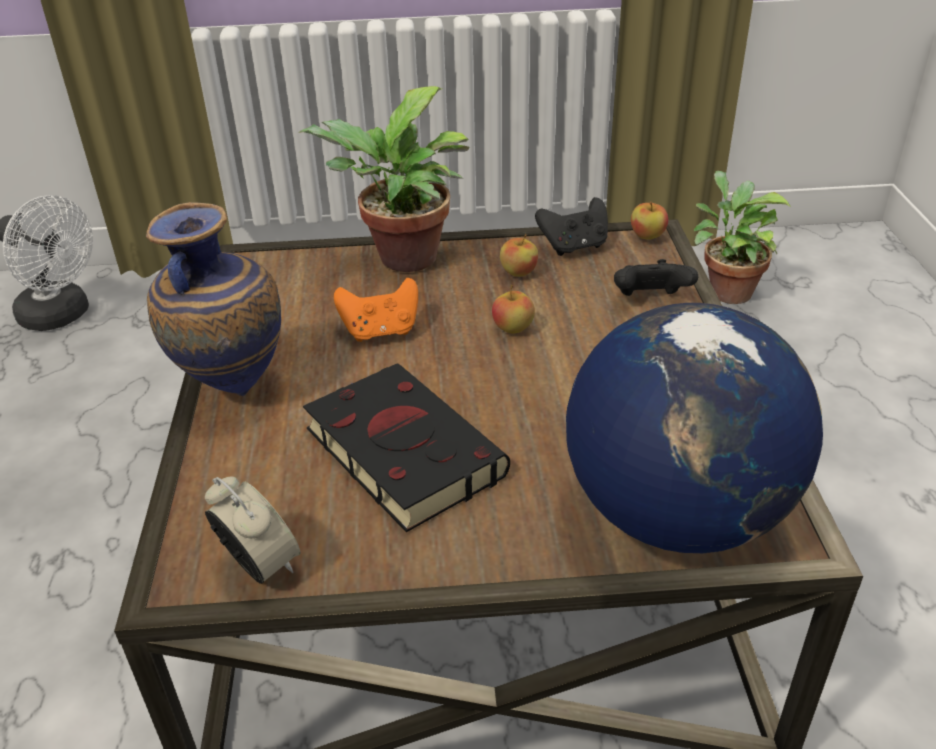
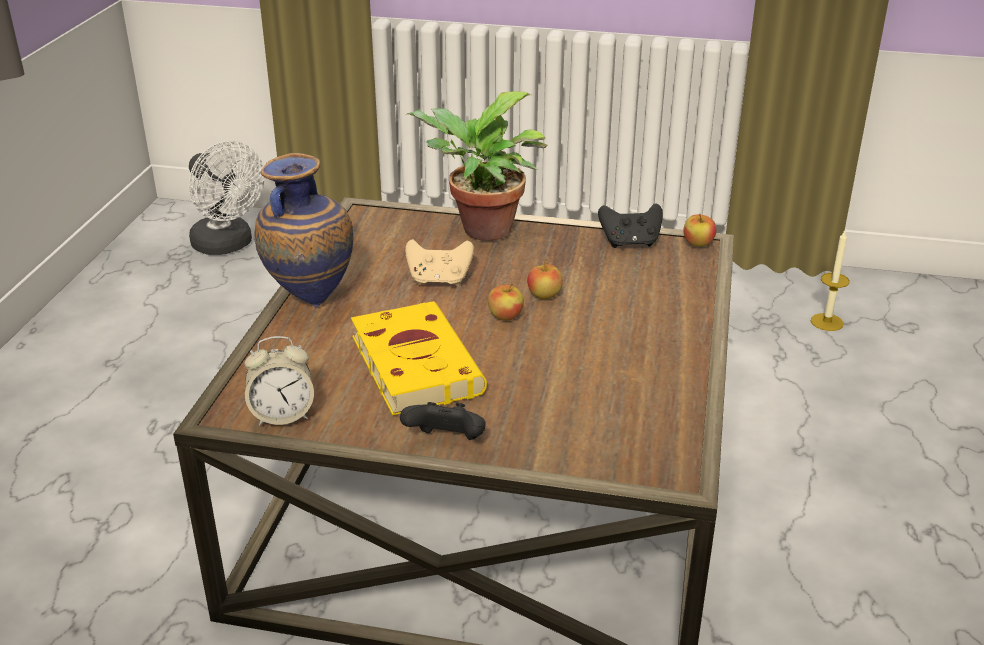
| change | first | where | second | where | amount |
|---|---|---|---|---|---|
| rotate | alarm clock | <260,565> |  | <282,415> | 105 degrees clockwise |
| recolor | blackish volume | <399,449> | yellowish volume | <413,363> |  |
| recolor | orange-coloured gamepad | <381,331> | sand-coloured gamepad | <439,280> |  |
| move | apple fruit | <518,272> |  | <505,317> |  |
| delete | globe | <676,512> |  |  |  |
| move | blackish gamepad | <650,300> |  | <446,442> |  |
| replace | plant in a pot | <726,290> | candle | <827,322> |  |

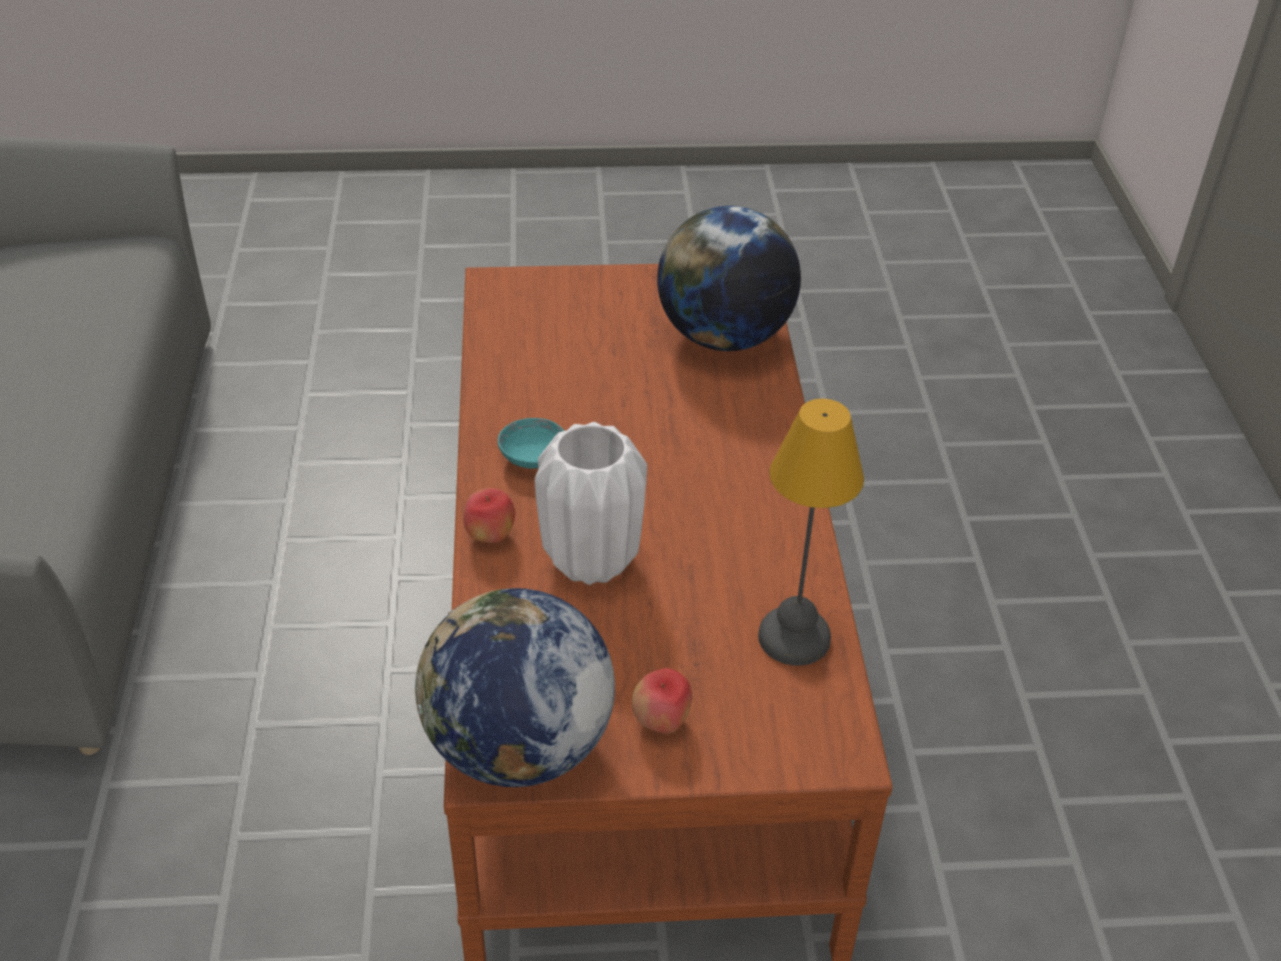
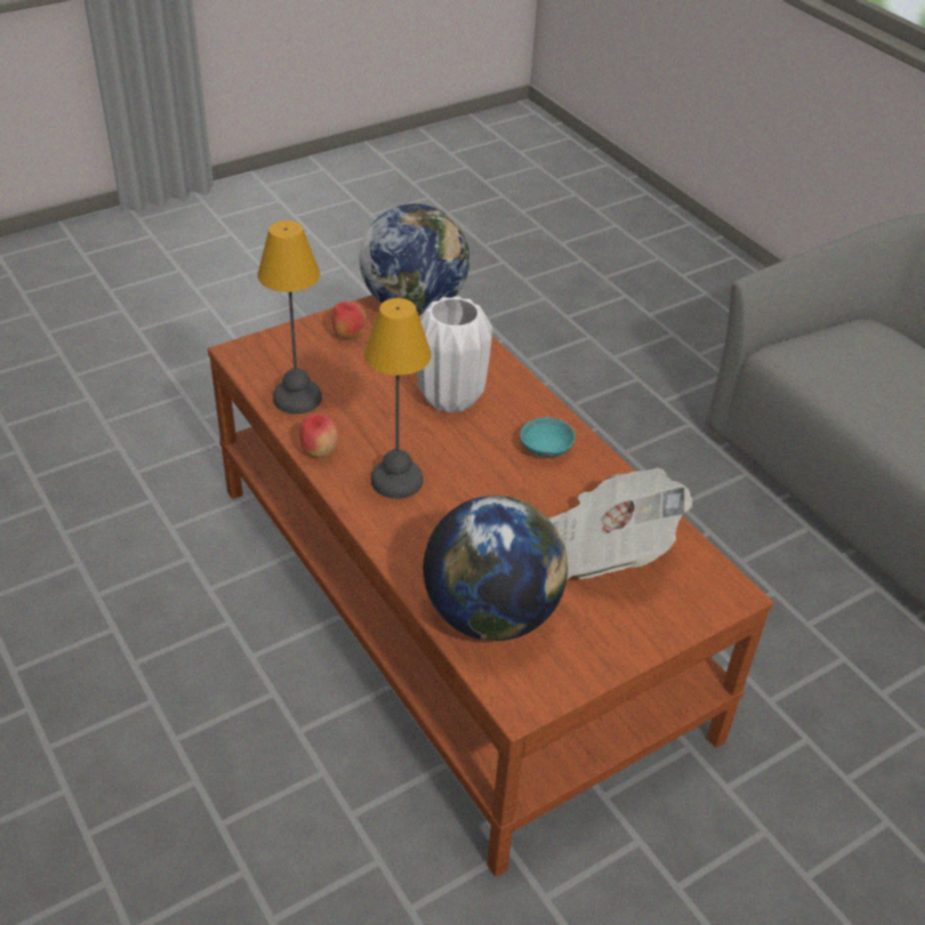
| change | first | where | second | where | amount |
|---|---|---|---|---|---|
| move | apple fruit | <490,536> |  | <319,452> |  |
| insert |  |  | tabletop lamp | <396,481> |  |
| insert |  |  | newspaper | <605,549> |  |

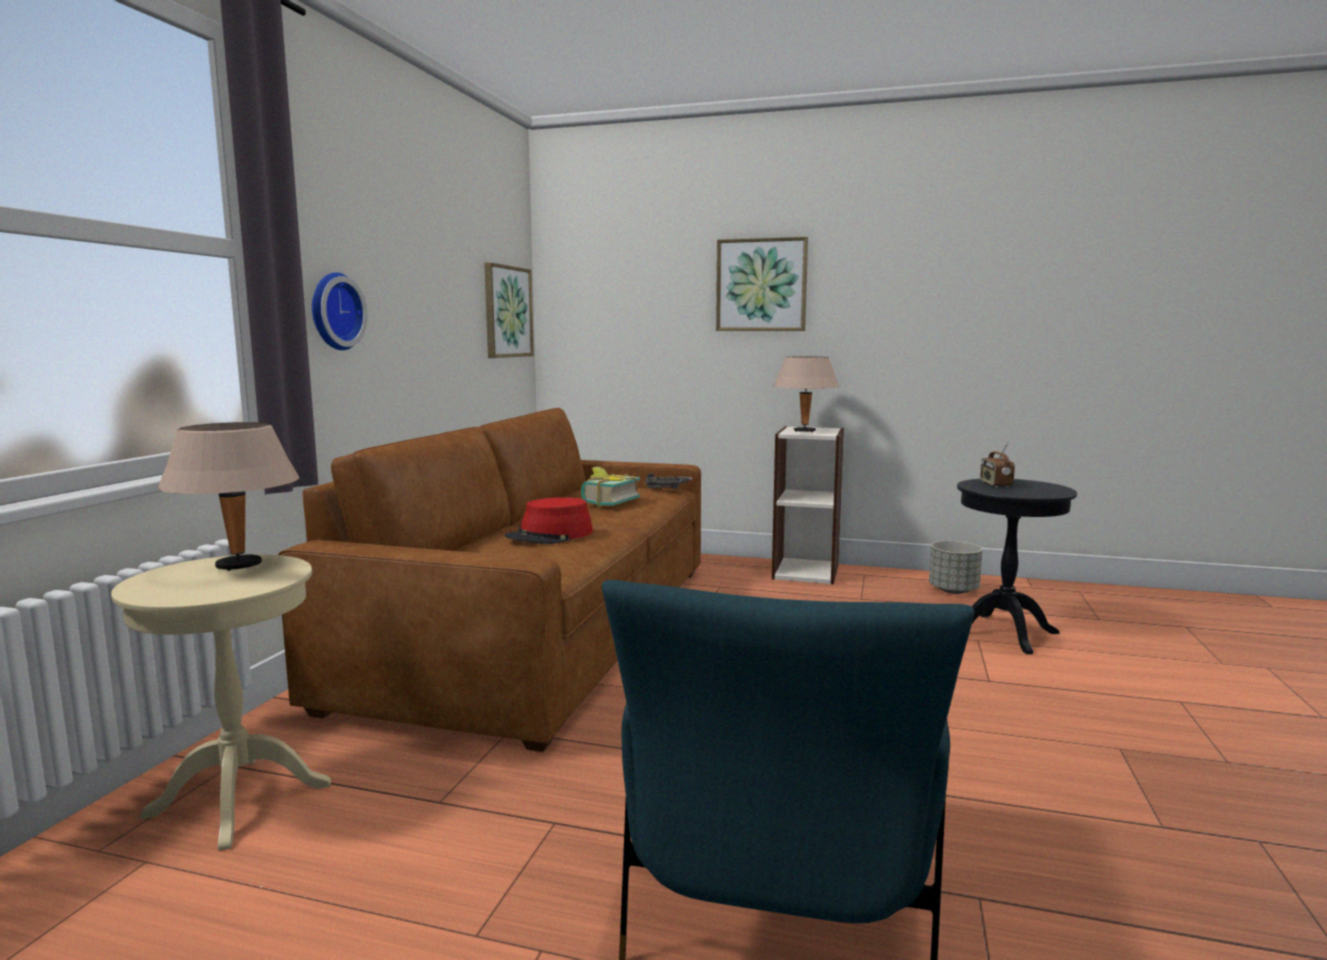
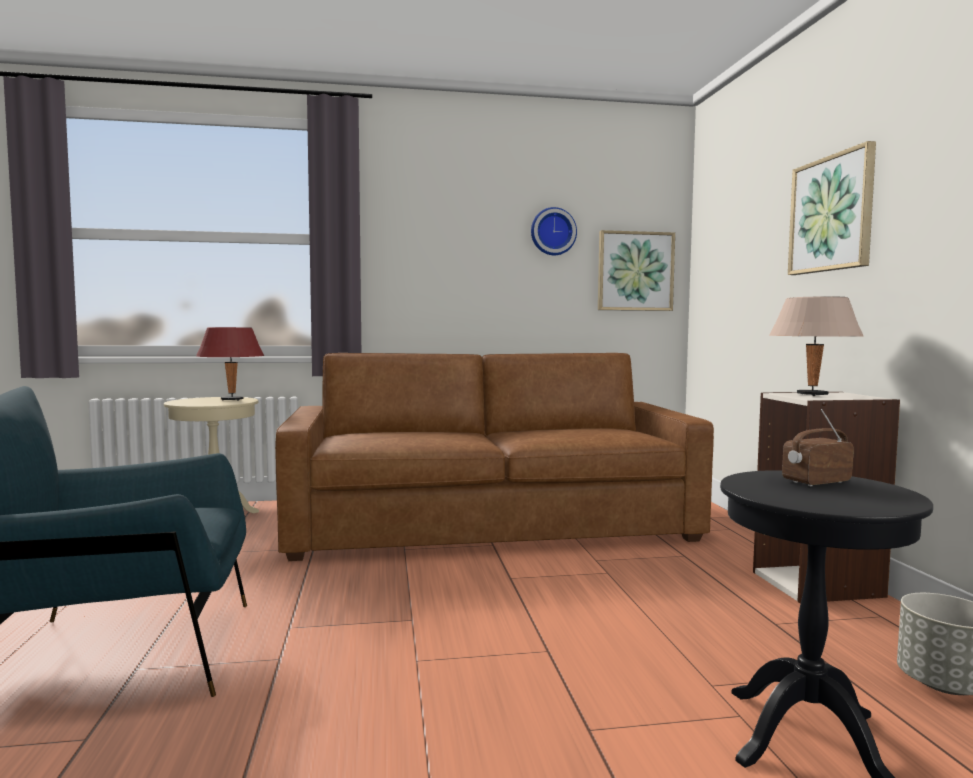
| change | first | where | second | where | amount |
|---|---|---|---|---|---|
| recolor | sand-coloured tabletop lamp | <240,565> | red tabletop lamp | <232,400> |  |
| move | wall clock | <333,311> |  | <552,232> |  |
| delete | red hat | <550,535> |  |  |  |
| delete | volume | <606,502> |  |  |  |
| delete | gray tray | <666,488> |  |  |  |

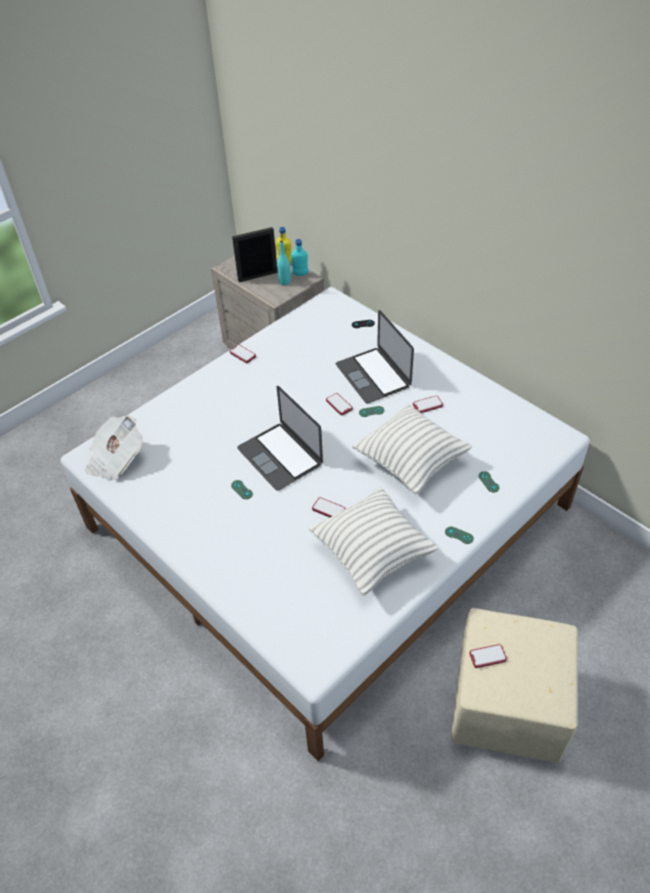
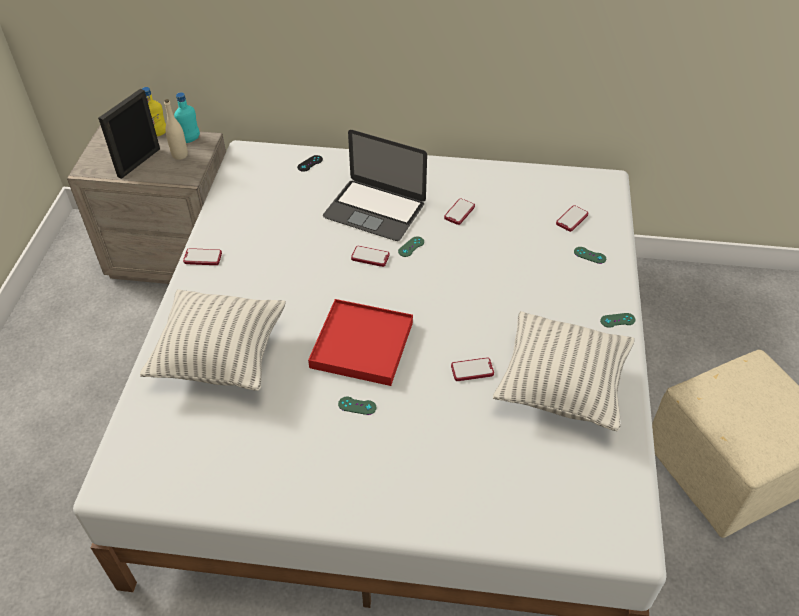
| change | first | where | second | where | amount |
|---|---|---|---|---|---|
| delete | newspaper | <116,459> |  |  |  |
| replace | portable computer | <280,456> | red tray | <362,345> |  |
| recolor | turquoise bottle | <285,282> | sand-coloured bottle | <180,155> |  |
| move | pillow | <410,462> |  | <221,358> |  |
| move | phone | <487,656> |  | <571,219> |  |

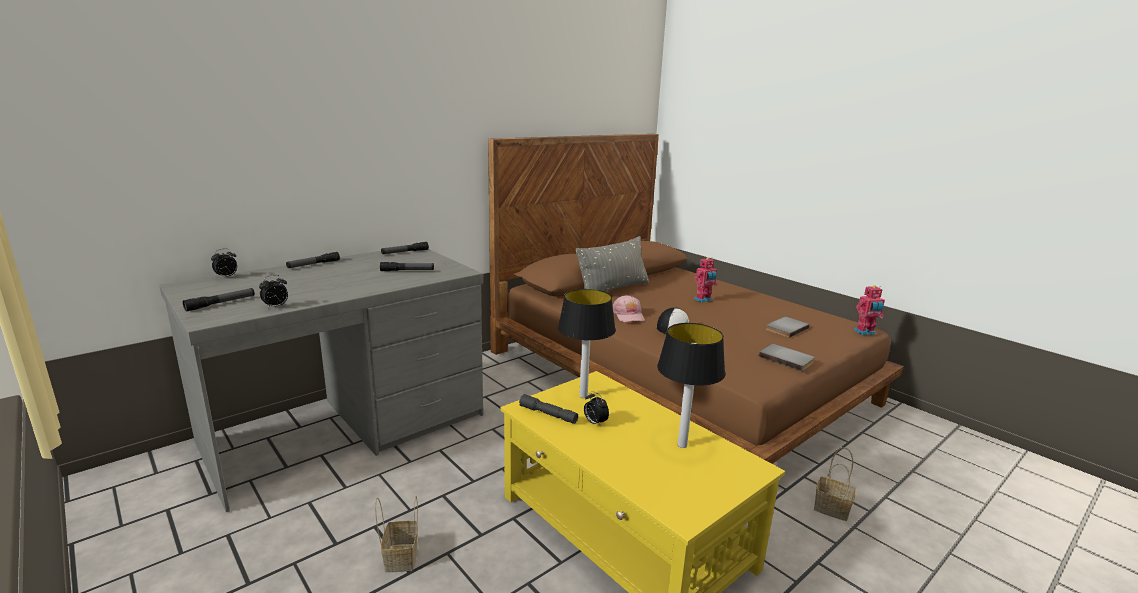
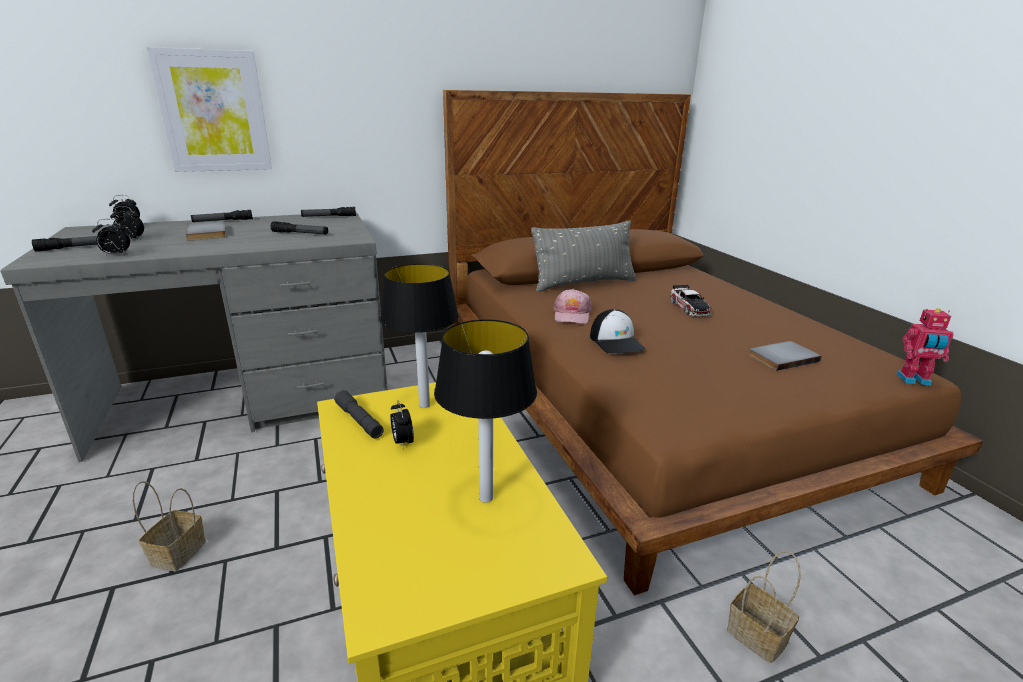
| change | first | where | second | where | amount |
|---|---|---|---|---|---|
| replace | toy robot | <703,300> | toy car | <689,307> |  |
| move | gray volume | <787,358> |  | <209,233> |  |
| insert |  |  | alarm clock | <131,239> |  |
| insert |  |  | picture | <214,112> |  |

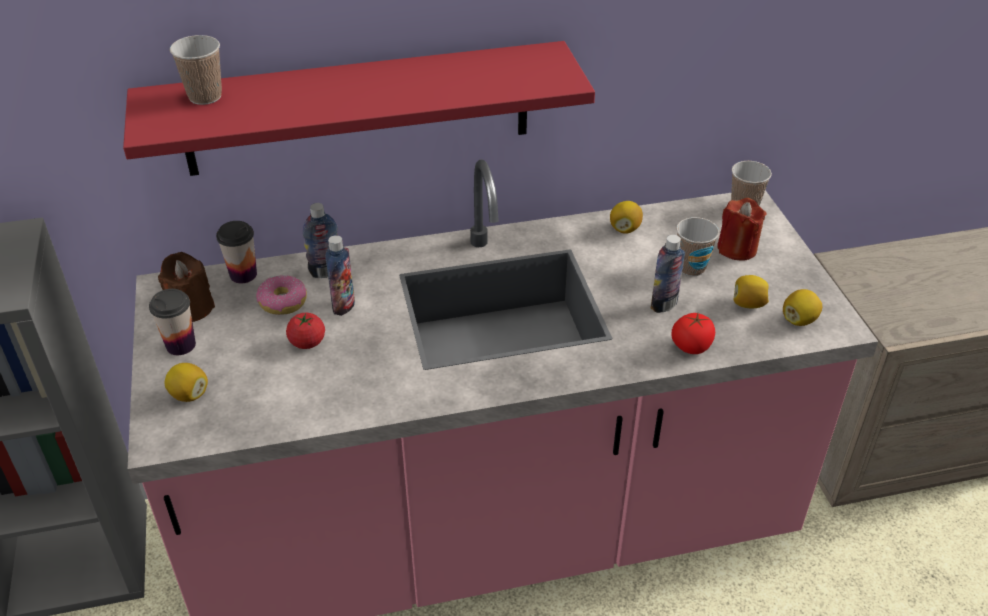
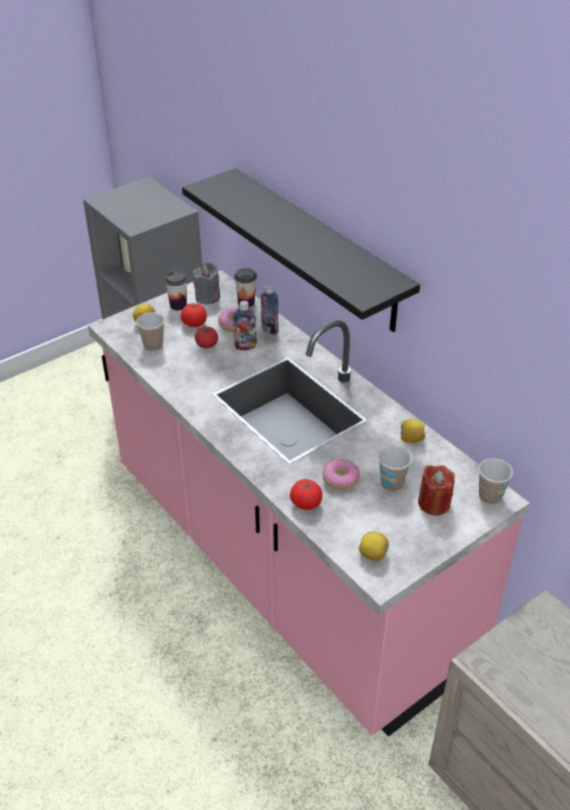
| change | first | where | second | where | amount |
|---|---|---|---|---|---|
| recolor | red wall shelf | <358,109> | blackish wall shelf | <318,250> |  |
| recolor | brownish candle | <191,308> | gray candle | <207,297> |  |
| move | cup | <205,97> |  | <153,346> |  |
| replace | bottle | <664,304> | donut | <340,479> |  |
| delete | lemon | <748,304> |  |  |  |
| insert |  |  | fresh tomato | <194,323> |  |

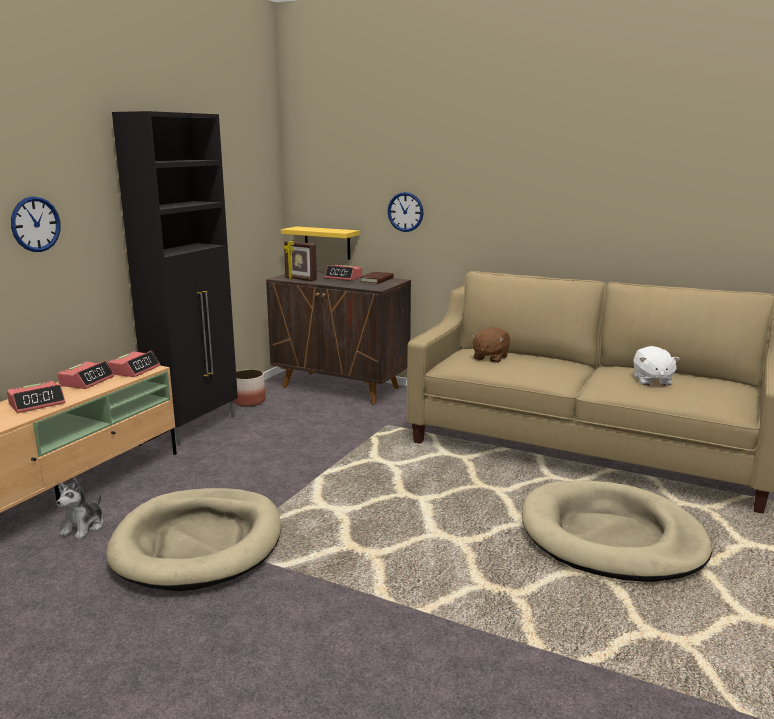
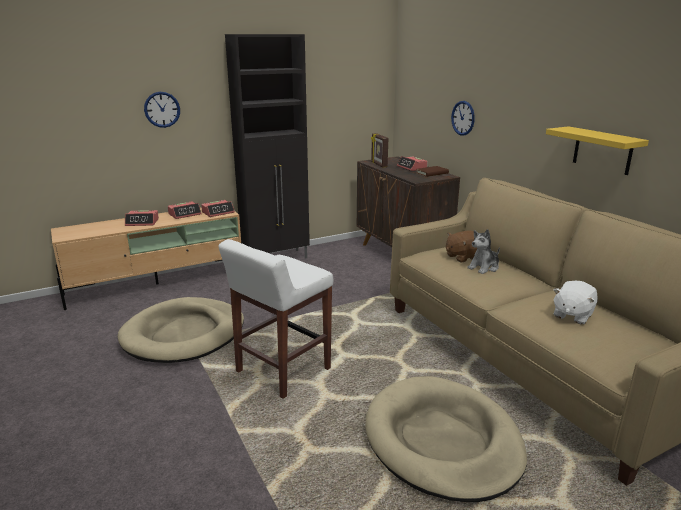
| change | first | where | second | where | amount |
|---|---|---|---|---|---|
| move | plush toy | <84,527> |  | <484,267> |  |
| delete | planter | <249,401> |  |  |  |
| move | yellowish wall shelf | <327,243> |  | <602,150> |  |
| insert |  |  | white stool | <281,371> |  |

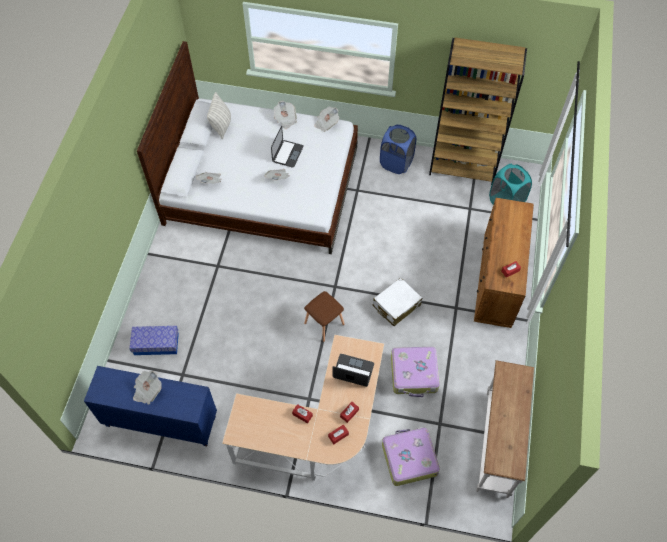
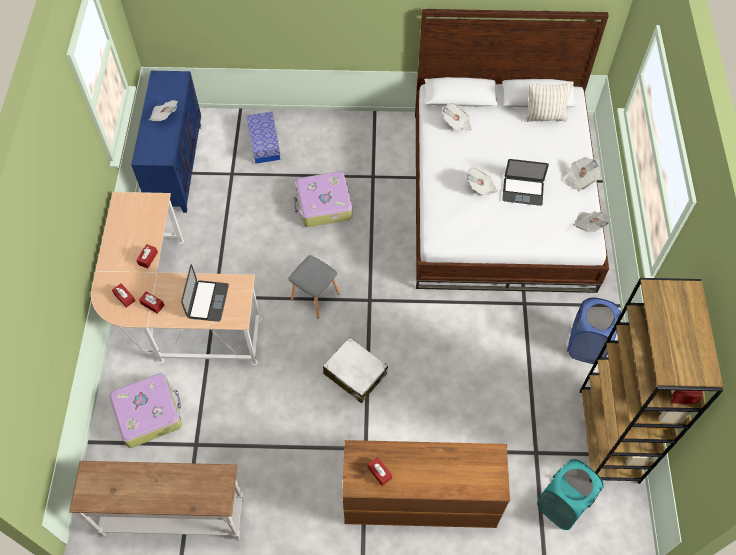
| change | first | where | second | where | amount |
|---|---|---|---|---|---|
| recolor | brownish stool | <325,324> | gray stool | <315,297> |  |
| move | suitcase | <414,374> |  | <323,205> |  |

